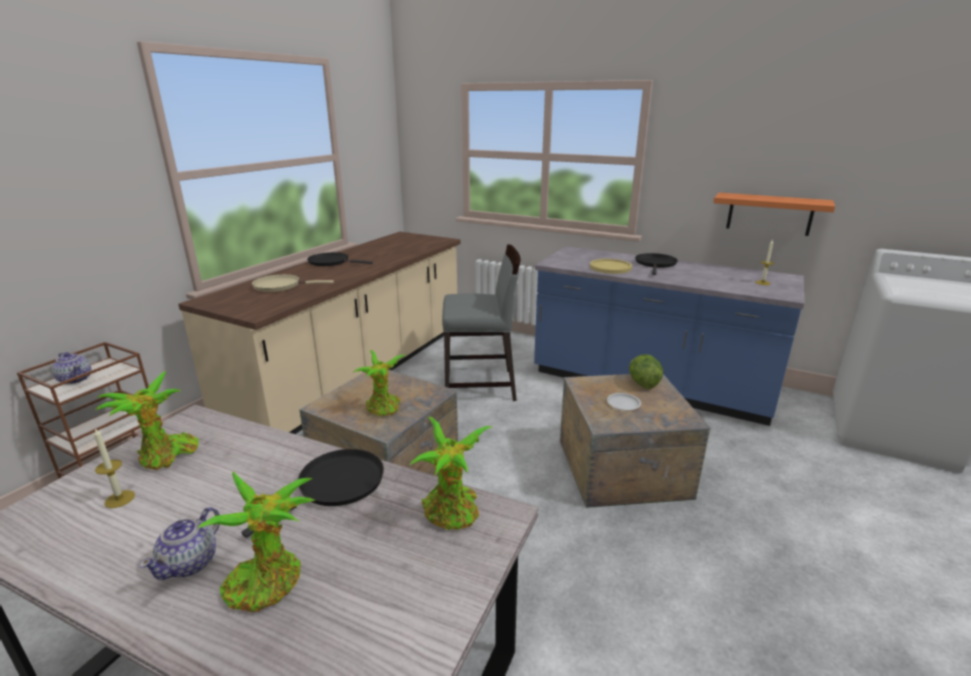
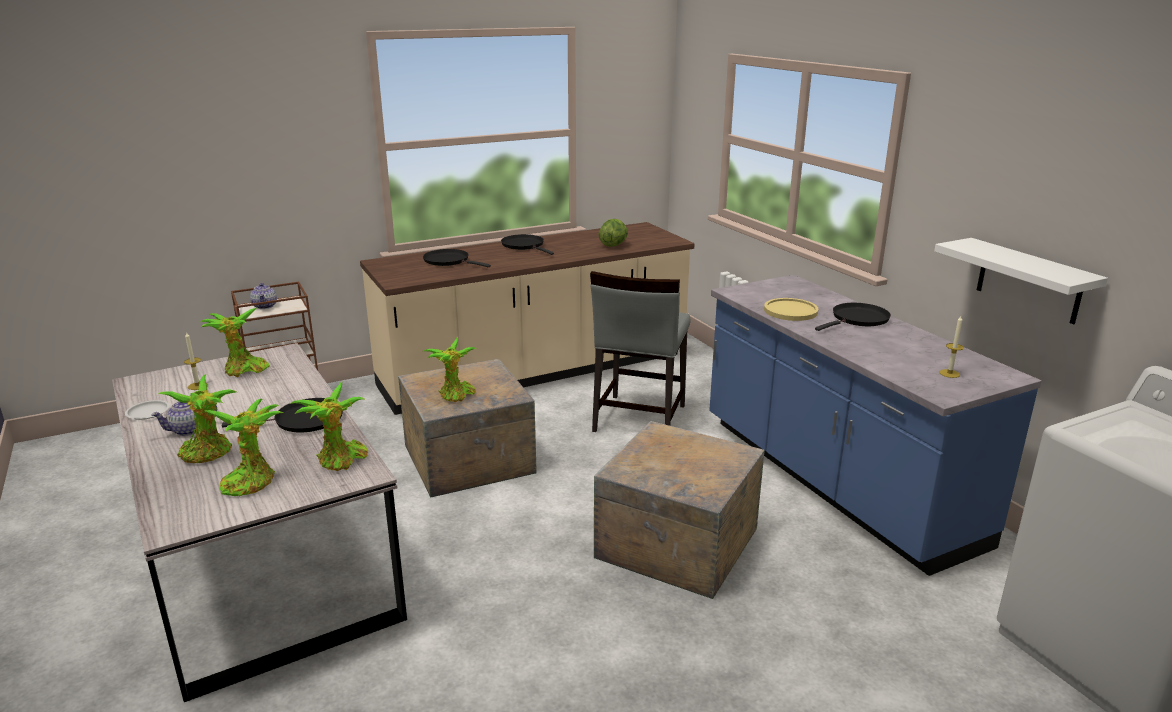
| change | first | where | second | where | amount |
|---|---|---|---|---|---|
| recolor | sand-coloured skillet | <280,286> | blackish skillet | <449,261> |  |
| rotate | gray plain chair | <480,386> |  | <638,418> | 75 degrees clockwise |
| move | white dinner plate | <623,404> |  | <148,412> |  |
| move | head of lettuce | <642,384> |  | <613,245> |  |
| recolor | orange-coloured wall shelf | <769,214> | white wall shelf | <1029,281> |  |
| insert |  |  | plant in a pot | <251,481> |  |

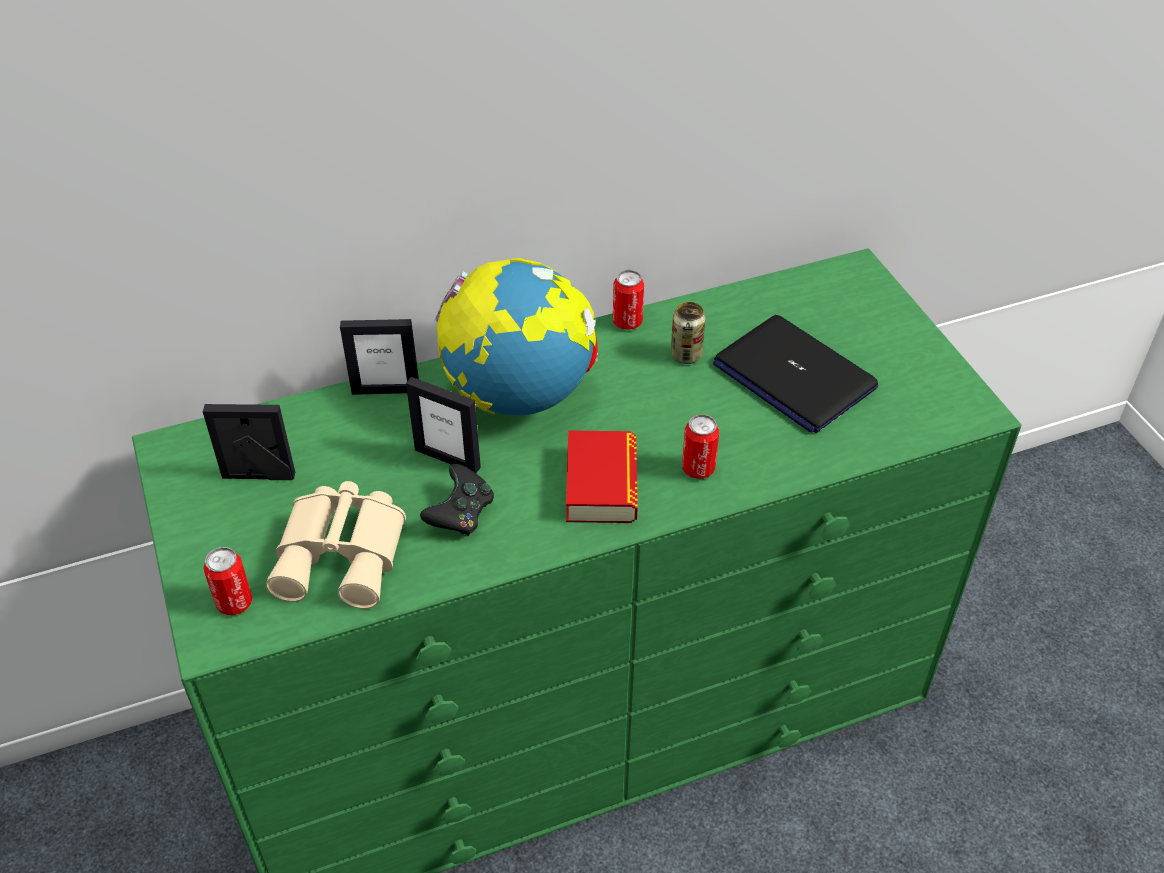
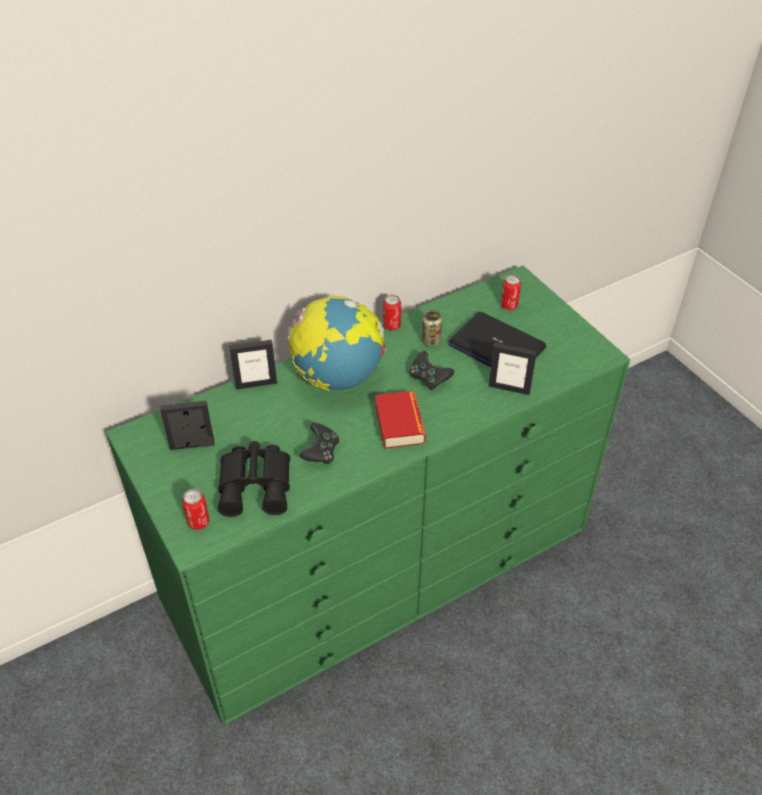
| change | first | where | second | where | amount |
|---|---|---|---|---|---|
| recolor | sand-coloured field glasses | <344,554> | blackish field glasses | <257,484> |  |
| move | photo frame | <448,458> |  | <509,388> |  |
| move | can | <698,469> |  | <509,305> |  |
| insert |  |  | blackish gamepad | <429,379> |  |

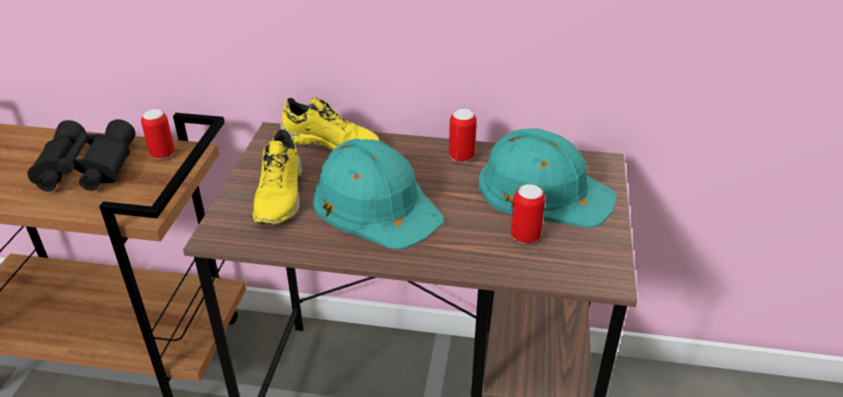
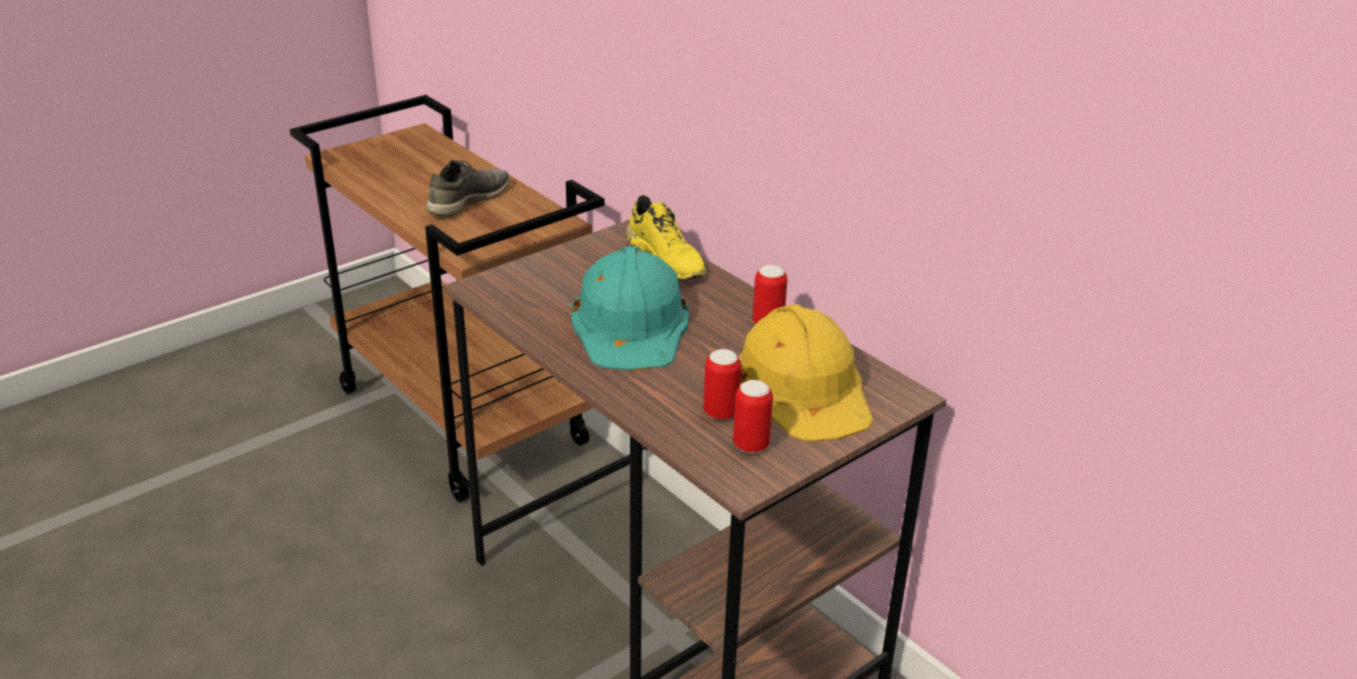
| change | first | where | second | where | amount |
|---|---|---|---|---|---|
| replace | blackish field glasses | <83,168> | gray item of footwear | <468,200> |  |
| move | can | <163,154> |  | <750,445> |  |
| delete | yellowish item of footwear | <281,195> |  |  |  |
| recolor | turquoise work helmet | <543,189> | yellowish work helmet | <802,387> |  |

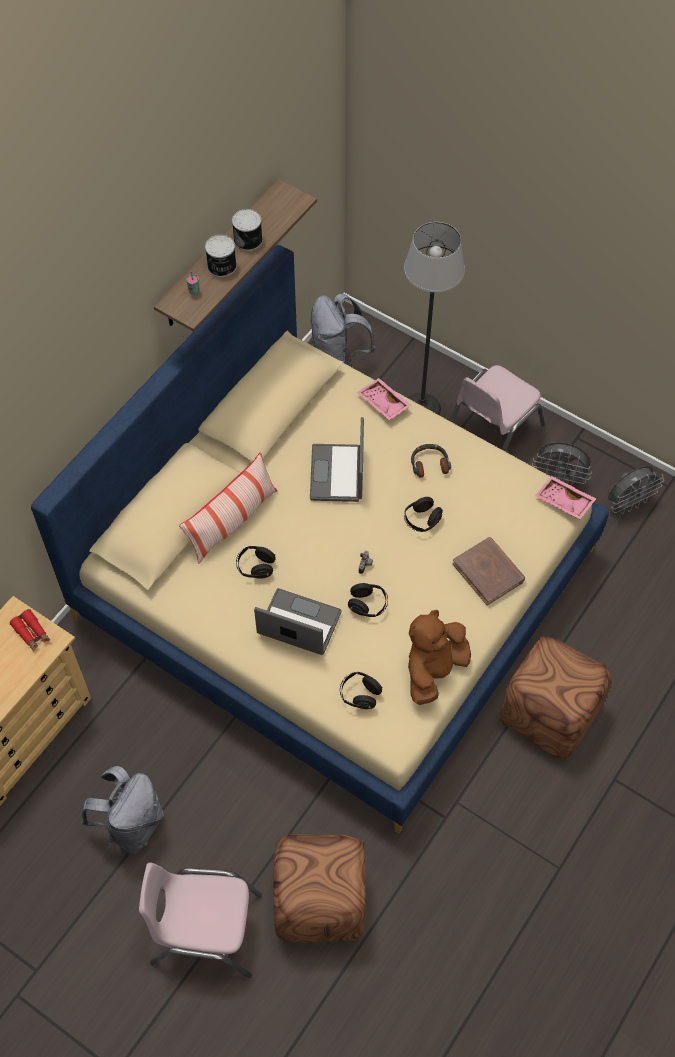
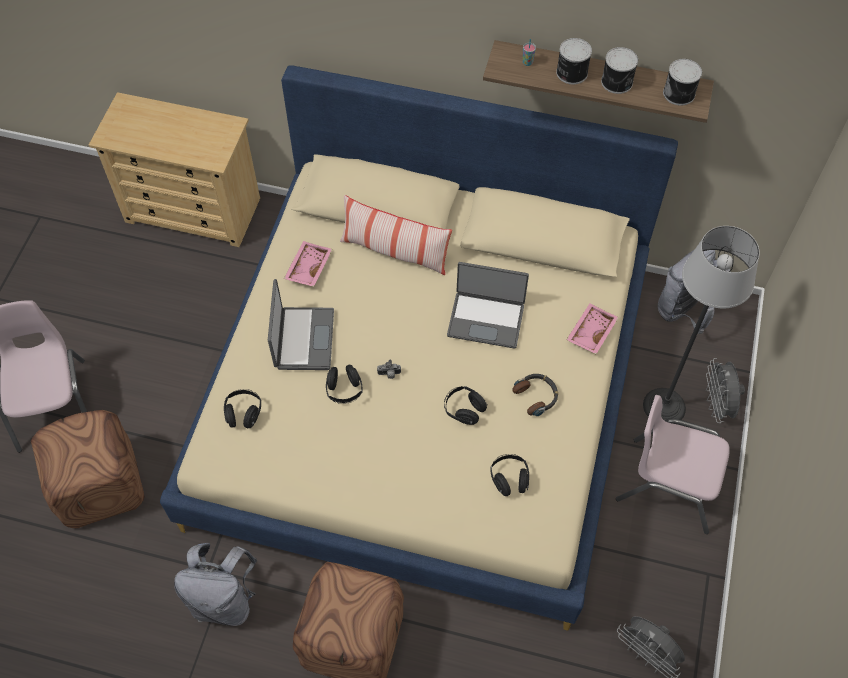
| change | first | where | second | where | amount |
|---|---|---|---|---|---|
| delete | red field glasses | <31,633> |  |  |  |
| move | gray knapsack | <131,824> |  | <224,600> |  |
| move | blackish headphones | <255,567> |  | <509,479> |  |
| rotate | portable computer | <338,473> |  | <486,319> | 150 degrees counterclockwise |
| delete | brownish plush toy | <434,670> |  |  |  |
| delete | brownish volume | <488,572> |  |  |  |
| move | gray electric fan | <559,478> |  | <717,405> |  |
| move | pinkish tray | <563,502> |  | <308,268> |  |
| insert |  |  | can | <680,93> |  |

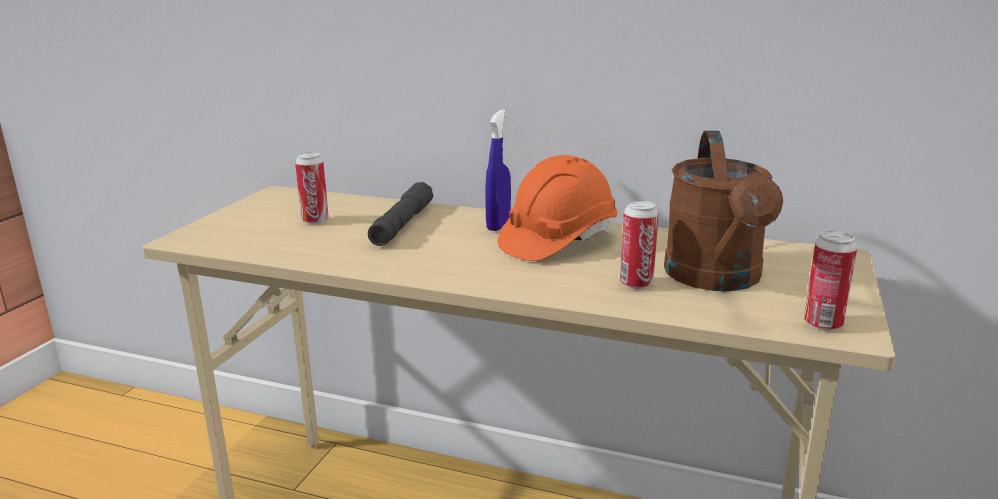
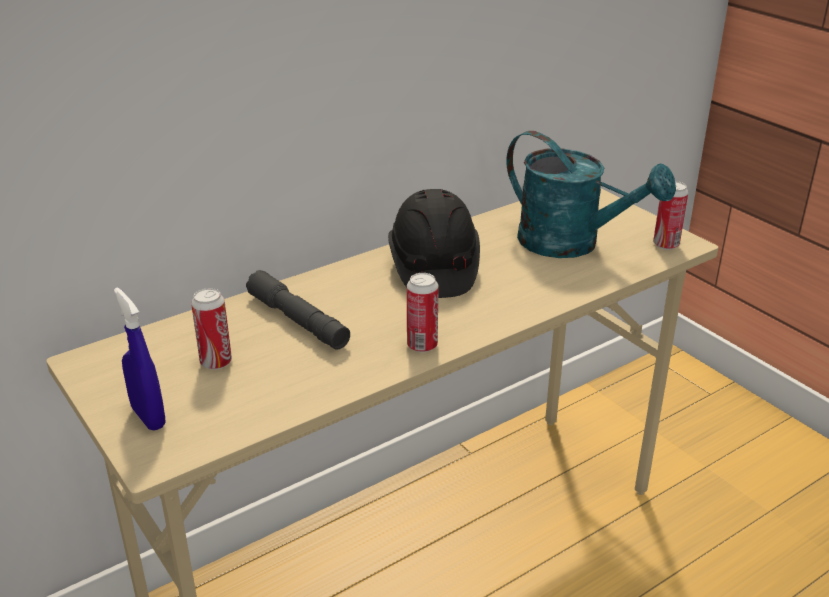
| change | first | where | second | where | amount |
|---|---|---|---|---|---|
| move | blue-coloured spray bottle | <498,225> |  | <148,417> |  |
| recolor | orange-coloured work helmet | <557,241> | blackish work helmet | <433,268> |  |
| move | can | <636,284> |  | <422,345> |  |
| recolor | brownish watering can | <717,279> | turquoise watering can | <572,244> |  |

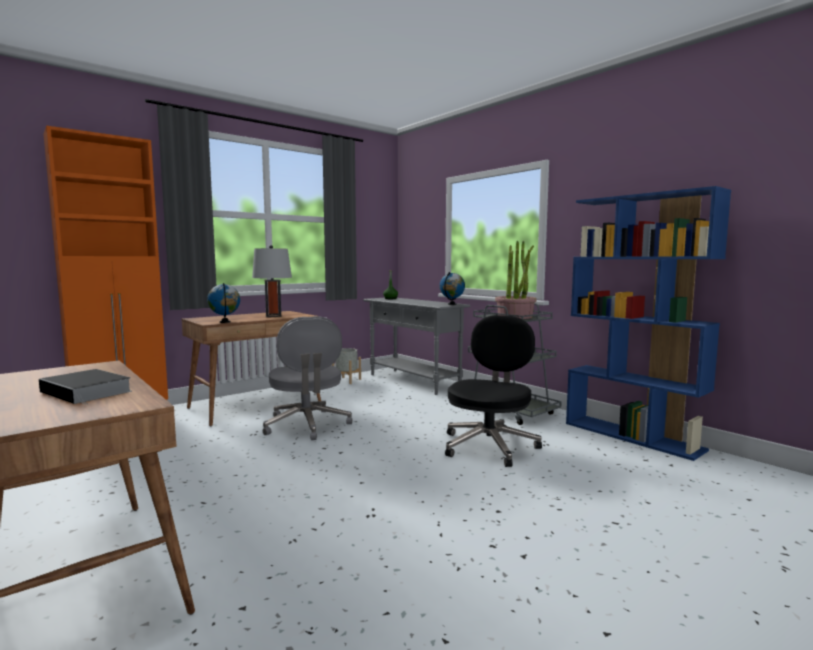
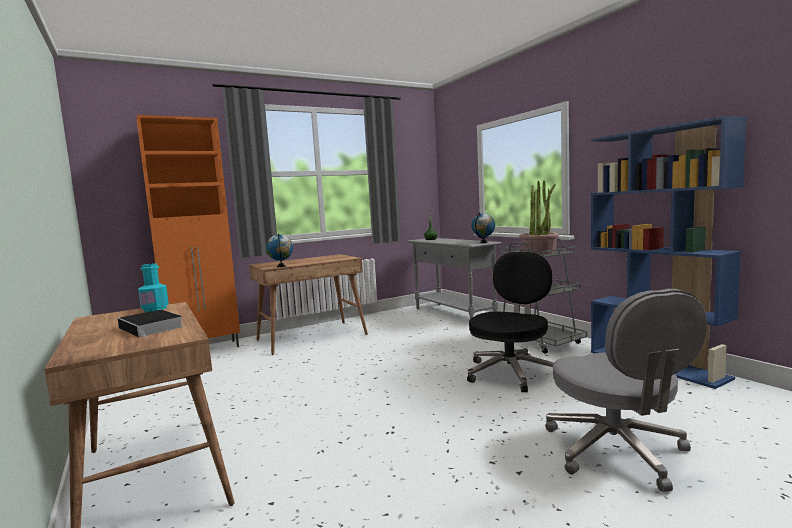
| change | first | where | second | where | amount |
|---|---|---|---|---|---|
| delete | gray tabletop lamp | <273,316> |  |  |  |
| move | gray office chair | <307,425> |  | <617,452> |  |
| delete | gray planter | <346,380> |  |  |  |
| insert |  |  | turquoise bottle | <155,309> |  |

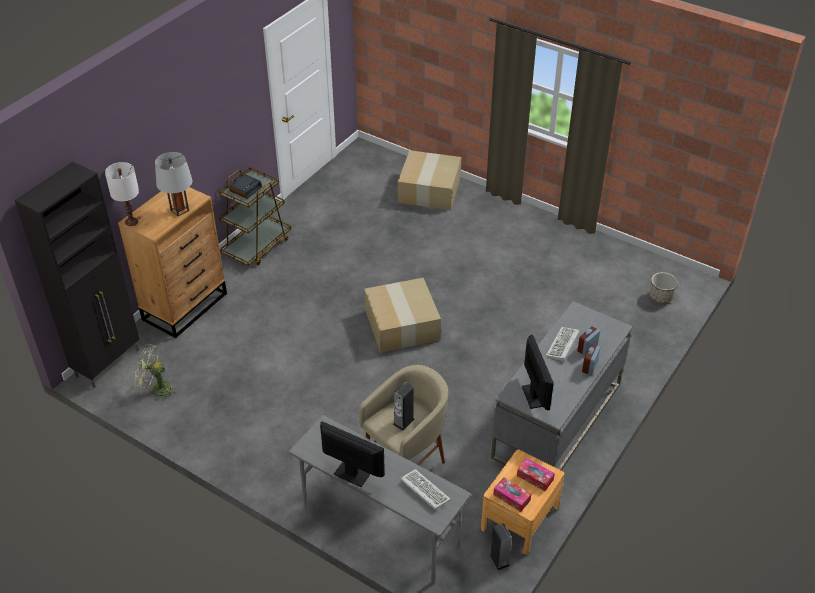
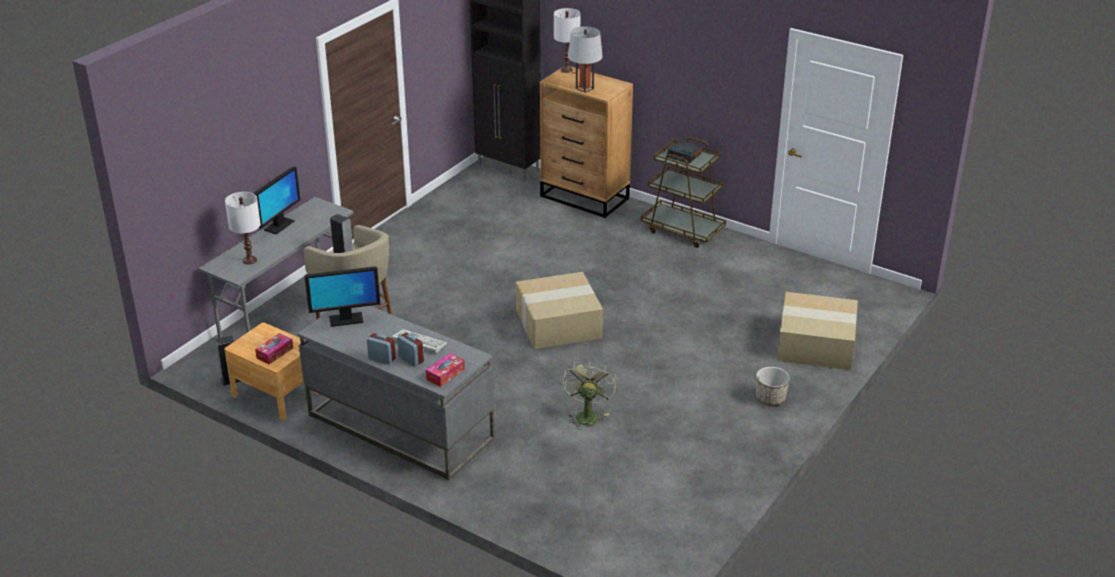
| change | first | where | second | where | amount |
|---|---|---|---|---|---|
| move | green electric fan | <156,389> |  | <587,414> |  |
| replace | PC keyboard | <423,490> | white tabletop lamp | <249,260> |  |
| move | tissue holder | <511,497> |  | <445,374> |  |
| move | planter | <661,297> |  | <770,398> |  |

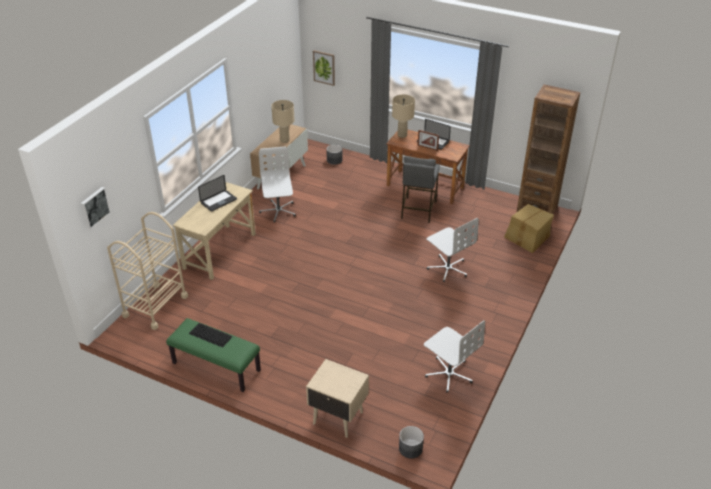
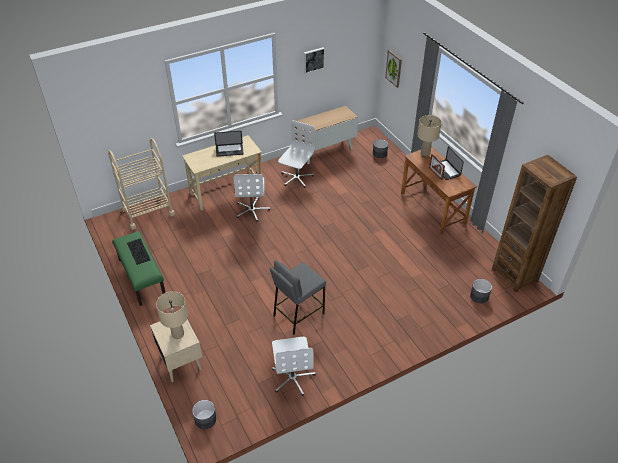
| change | first | where | second | where | amount |
|---|---|---|---|---|---|
| move | picture | <94,207> |  | <313,59> |  |
| move | sand-coloured tabletop lamp | <285,140> |  | <178,334> |  |
| move | gray stool | <418,210> |  | <298,314> |  |
| move | white office chair | <448,268> |  | <252,210> |  |
| replace | cardboard box | <527,238> | gray planter | <479,296> |  |

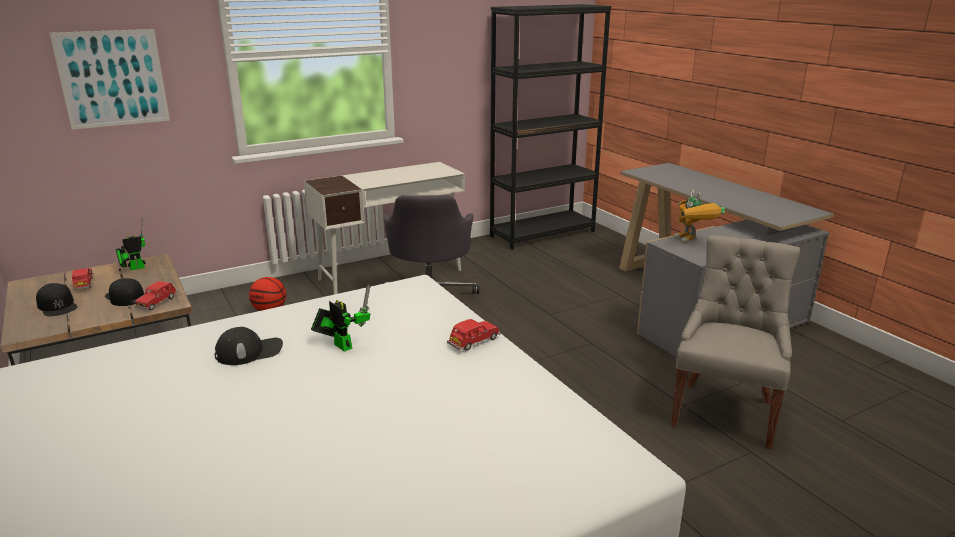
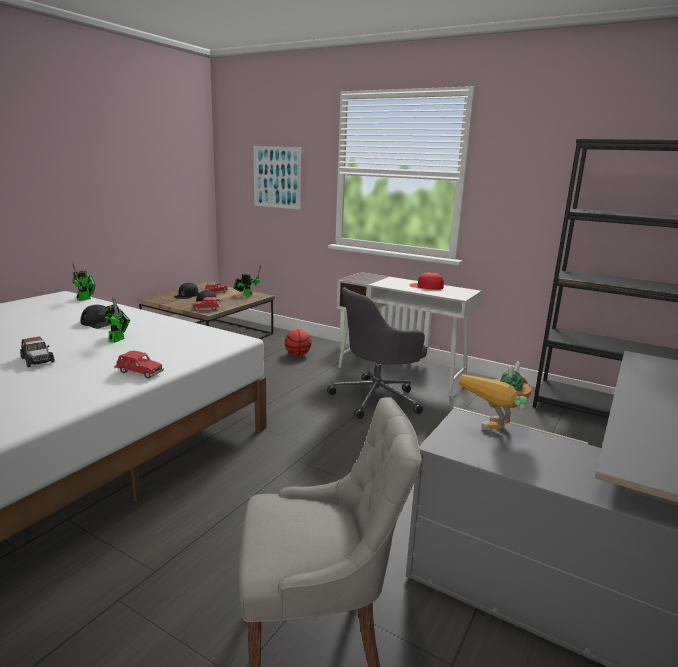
| change | first | where | second | where | amount |
|---|---|---|---|---|---|
| insert |  |  | toy car | <37,360> |  |
| insert |  |  | toy robot | <86,299> |  |
| insert |  |  | red baseball cap | <426,286> |  |

